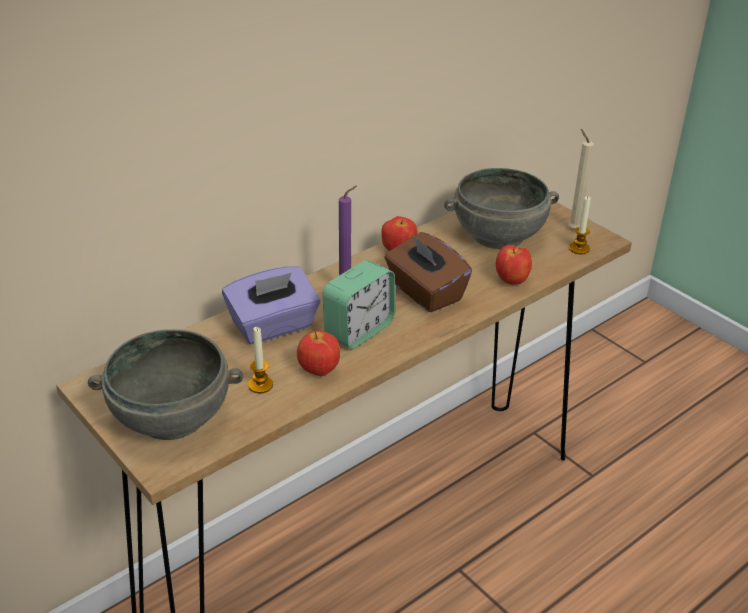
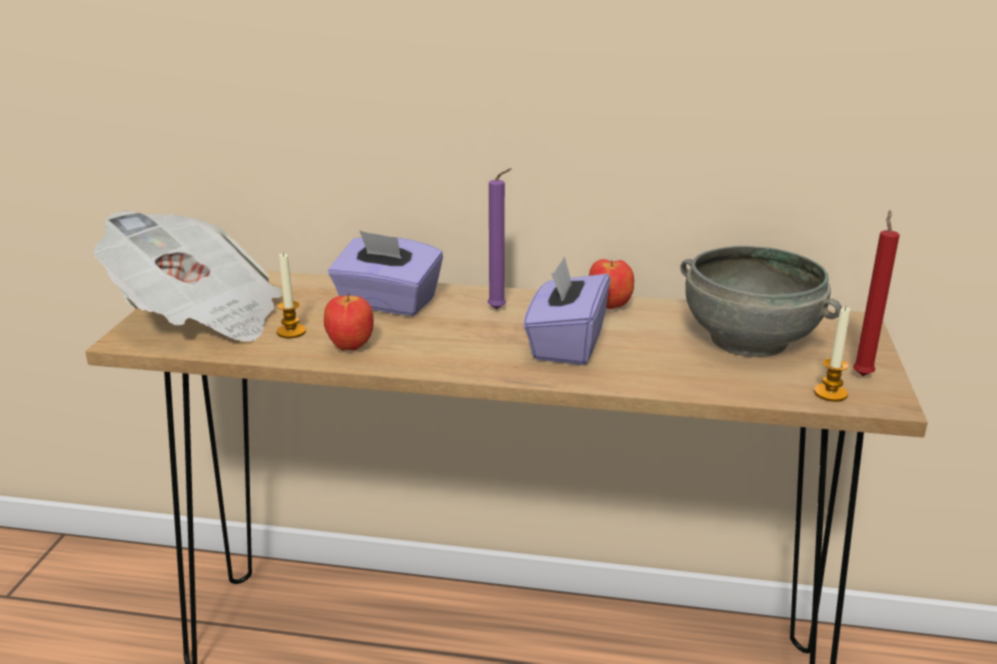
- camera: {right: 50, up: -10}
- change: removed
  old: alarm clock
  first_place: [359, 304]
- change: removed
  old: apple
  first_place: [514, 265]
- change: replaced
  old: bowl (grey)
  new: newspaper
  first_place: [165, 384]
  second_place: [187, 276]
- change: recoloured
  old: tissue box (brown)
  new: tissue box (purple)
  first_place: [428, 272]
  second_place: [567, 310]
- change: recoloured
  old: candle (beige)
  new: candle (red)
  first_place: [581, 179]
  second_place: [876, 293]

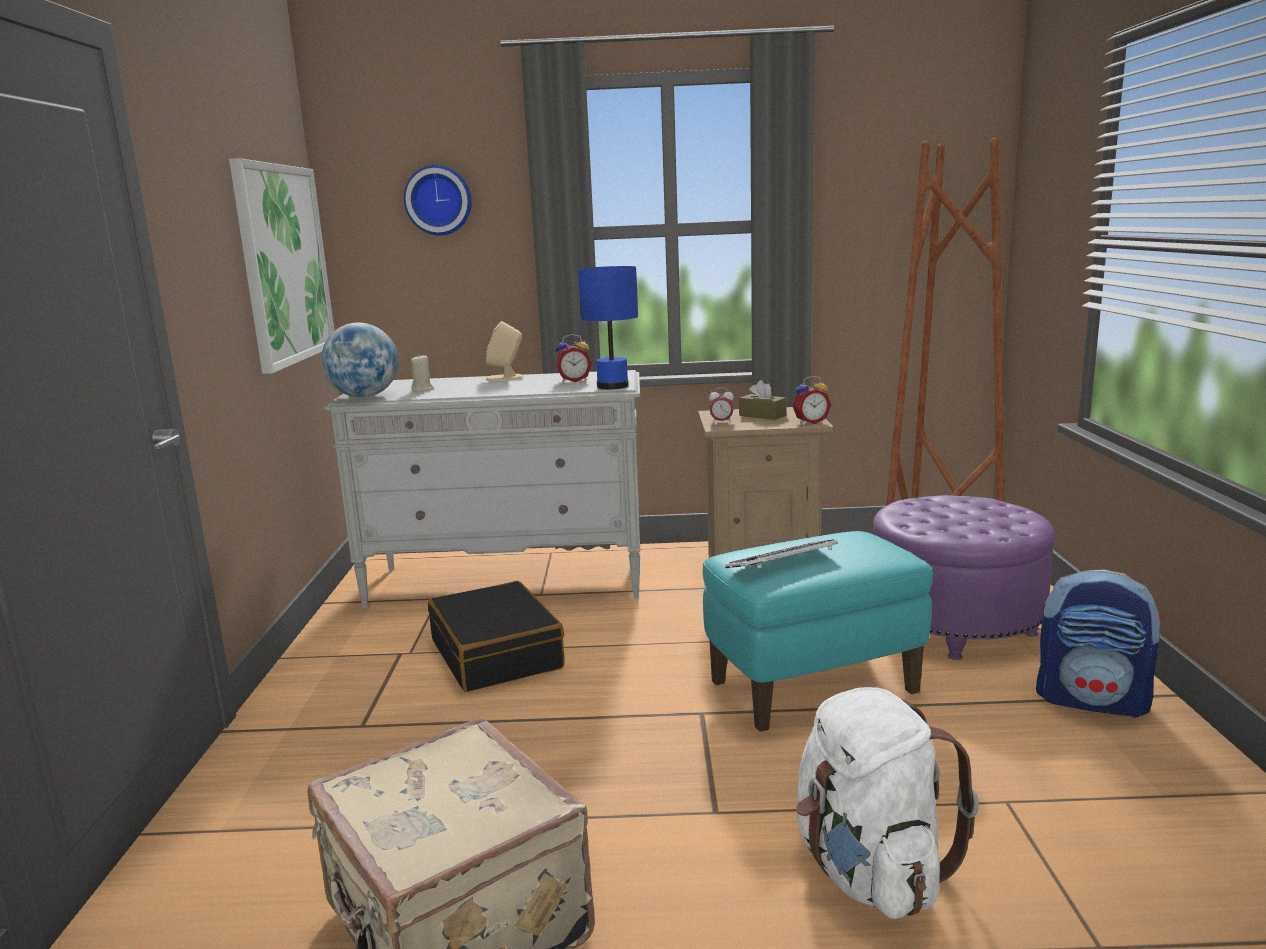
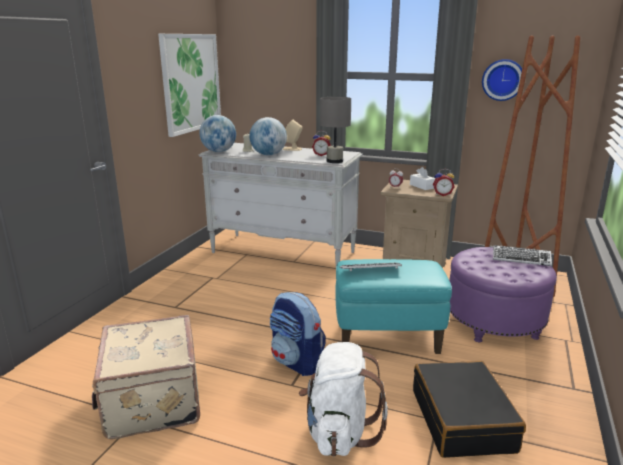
- camera: {right: 20, up: 5}
- change: added
  new: globe
  second_place: [268, 136]
- change: added
  new: keyboard
  second_place: [522, 255]
- change: moved
  old: wall clock
  first_place: [438, 200]
  second_place: [502, 80]
- change: moved
  old: suitcase (black)
  first_place: [496, 636]
  second_place: [469, 409]
- change: moved
  old: backpack
  first_place: [1099, 643]
  second_place: [298, 334]
- change: recoloured
  old: table lamp (blue)
  new: table lamp (grey)
  first_place: [608, 327]
  second_place: [335, 130]
- change: recoloured
  old: tissue box (brown)
  new: tissue box (white)
  first_place: [763, 400]
  second_place: [423, 178]

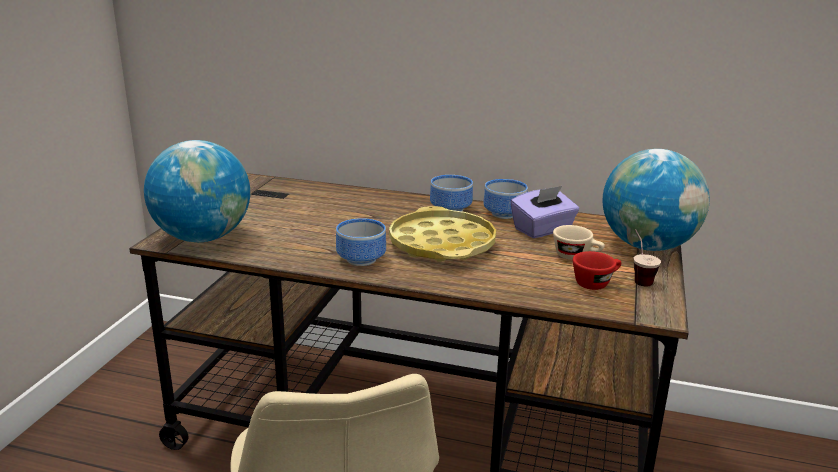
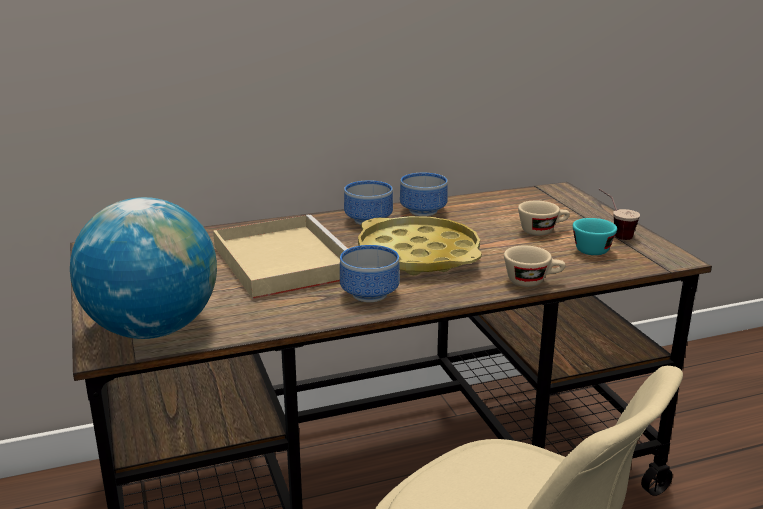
- camera: {right: -35, up: 0}
- change: removed
  old: tissue box (purple)
  first_place: [544, 212]
- change: removed
  old: globe
  first_place: [656, 200]
- change: added
  new: tray (beige)
  second_place: [280, 257]
- change: added
  new: cup (beige)
  second_place: [534, 266]
- change: recoloured
  old: cup (red)
  new: cup (turquoise)
  first_place: [597, 270]
  second_place: [595, 236]

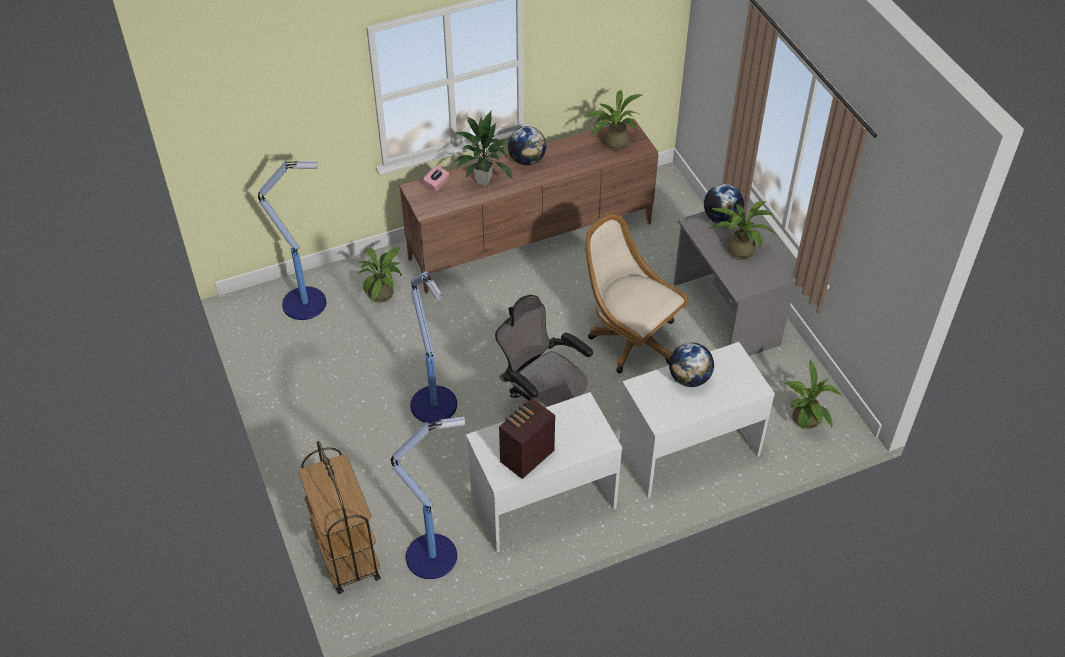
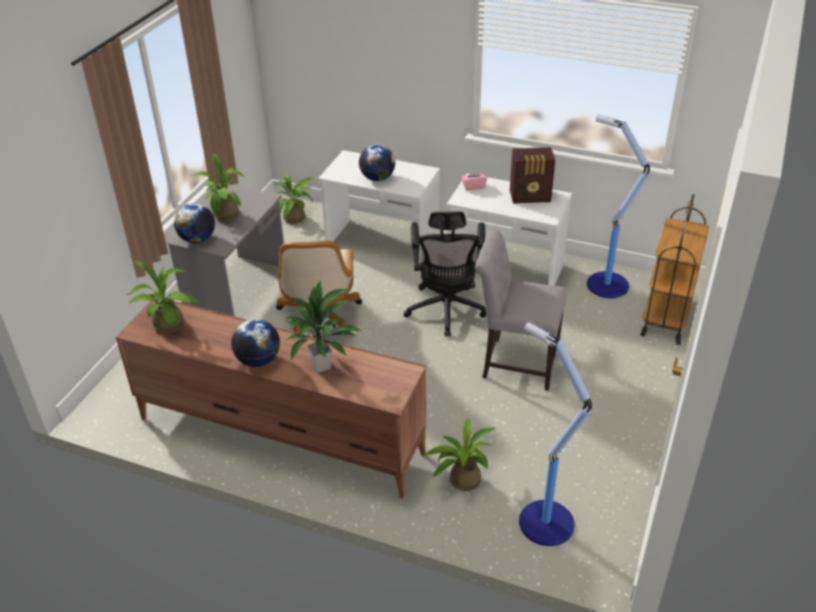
- camera: {right: -135, up: -10}
- change: moved
  old: tissue box (pink)
  first_place: [436, 178]
  second_place: [474, 179]
- change: replaced
  old: floor lamp
  new: chair (grey)
  first_place: [433, 347]
  second_place: [521, 310]

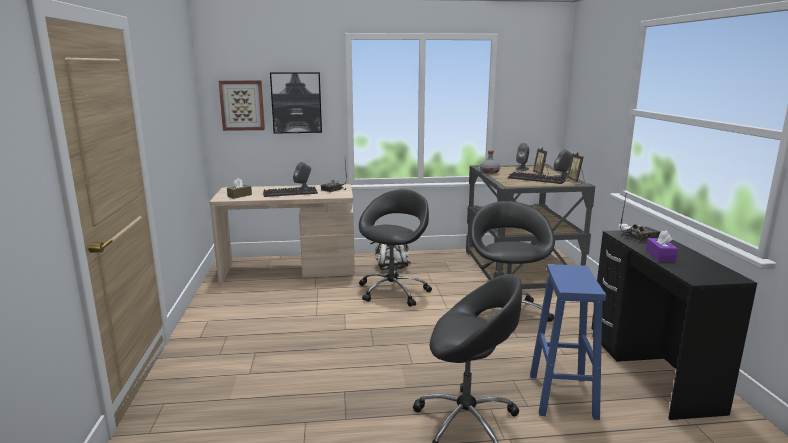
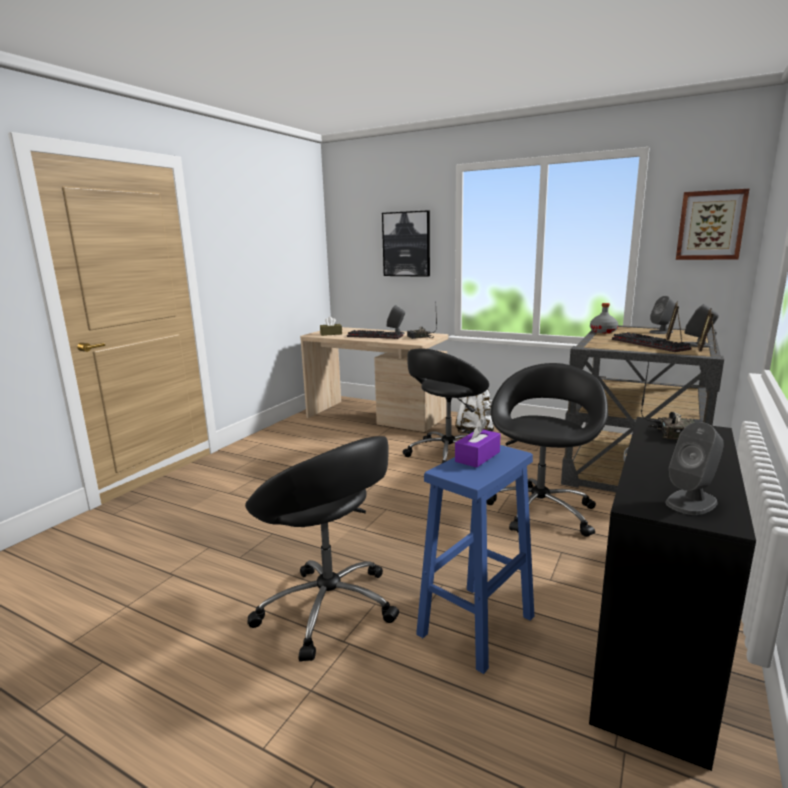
- camera: {right: 35, up: 0}
- change: added
  new: speaker (grey)
  second_place: [695, 468]
- change: moved
  old: picture
  first_place: [242, 105]
  second_place: [712, 224]
- change: moved
  old: tissue box (purple)
  first_place: [662, 246]
  second_place: [478, 443]
- change: turned
  old: office chair (black)
  first_place: [395, 248]
  second_place: [446, 406]
  degrees: 150

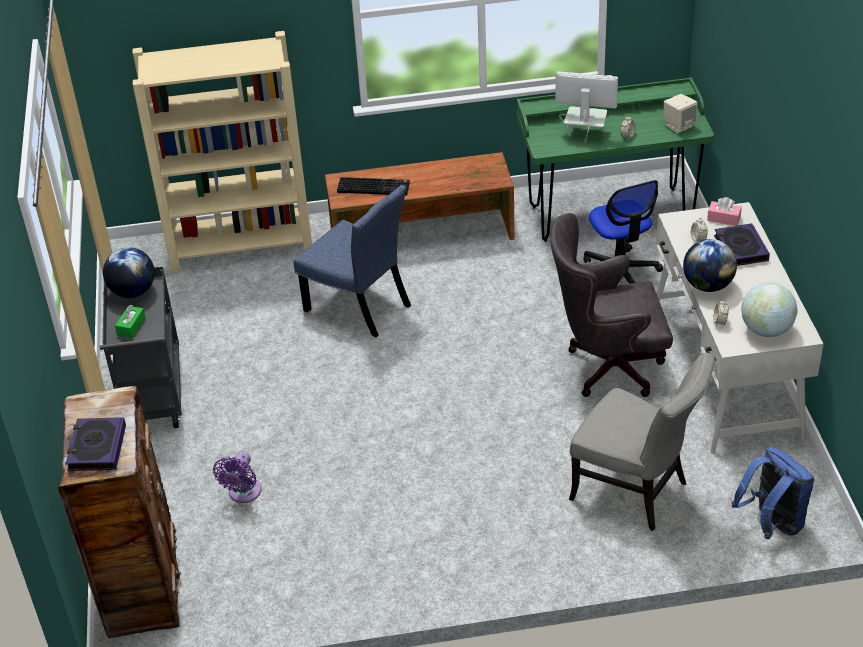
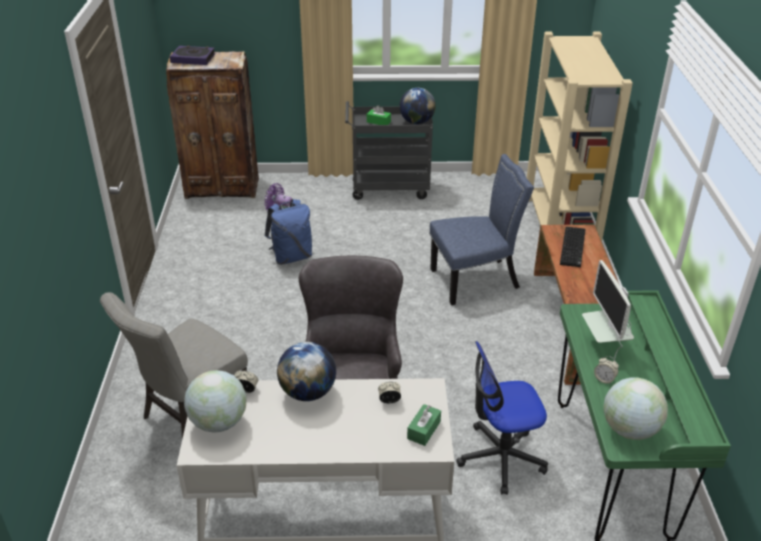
- camera: {right: 95, up: -5}
- change: removed
  old: book
  first_place: [742, 244]
- change: moved
  old: backpack (blue)
  first_place: [773, 493]
  second_place: [288, 232]
- change: replaced
  old: speaker (beige)
  new: globe
  first_place: [680, 114]
  second_place: [635, 408]
- change: recoloured
  old: tissue box (pink)
  new: tissue box (green)
  first_place: [724, 211]
  second_place: [424, 425]
- change: turned
  old: chair (blue)
  first_place: [352, 261]
  second_place: [481, 229]
  degrees: -150
- change: turned
  old: monitor
  first_place: [586, 106]
  second_place: [608, 310]
  degrees: 150

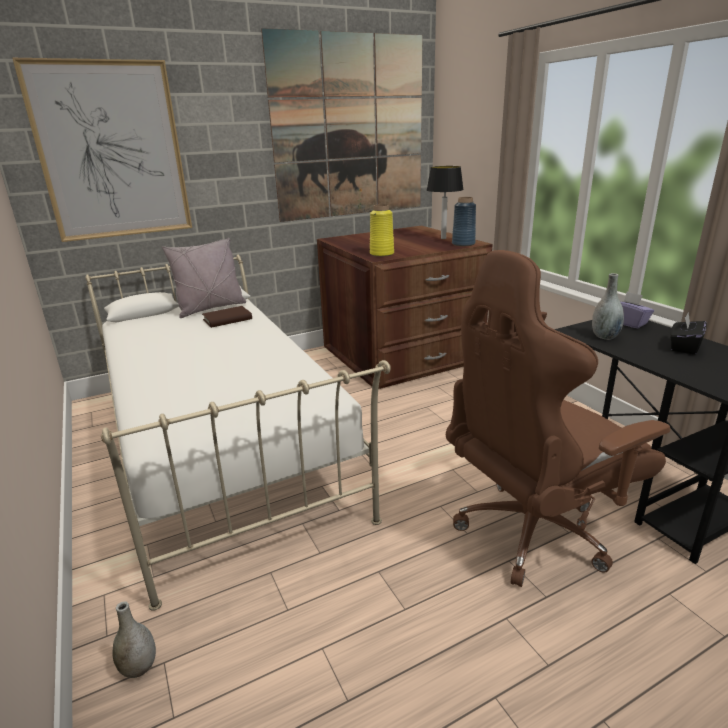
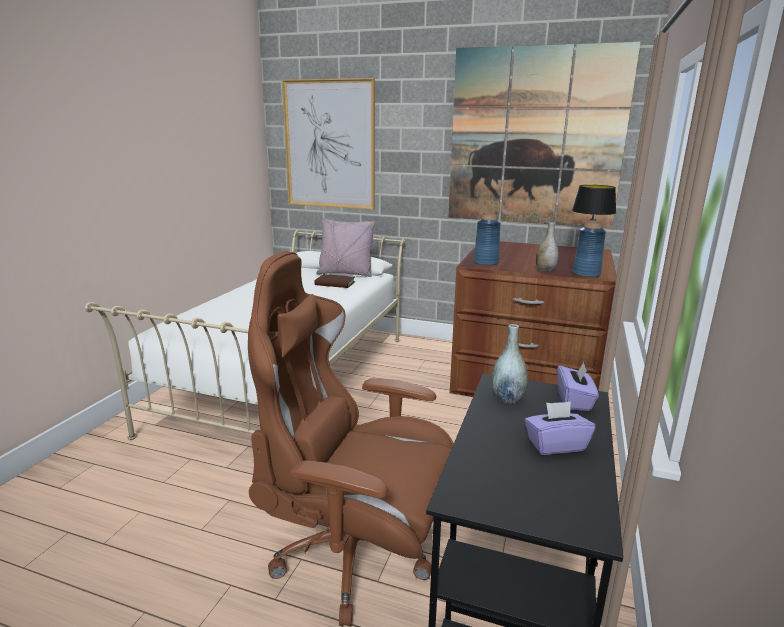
- camera: {right: 45, up: -5}
- change: moved
  old: vase (grey)
  first_place: [134, 639]
  second_place: [547, 247]
- change: recoloured
  old: vase (yellow)
  new: vase (blue)
  first_place: [382, 230]
  second_place: [487, 239]
- change: recoloured
  old: tissue box (black)
  new: tissue box (purple)
  first_place: [688, 333]
  second_place: [560, 428]

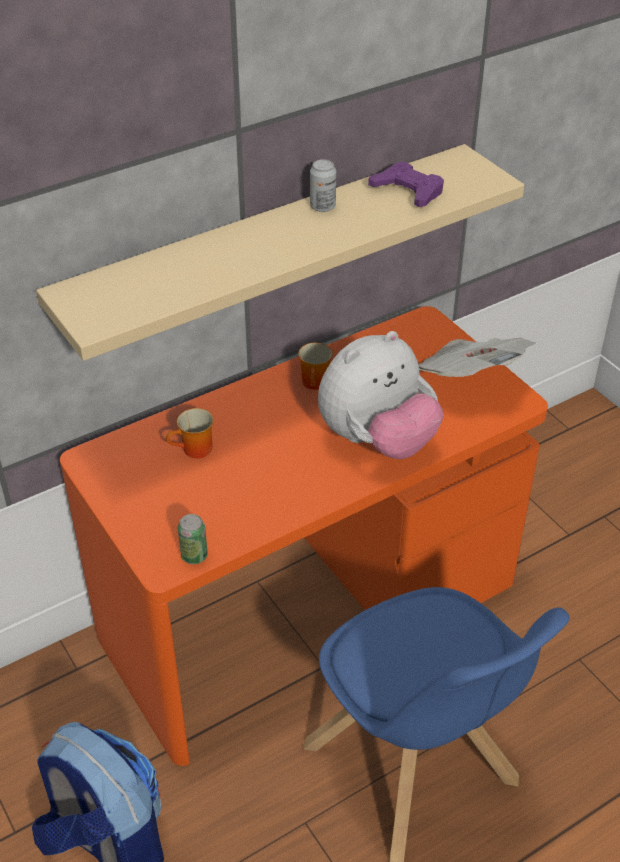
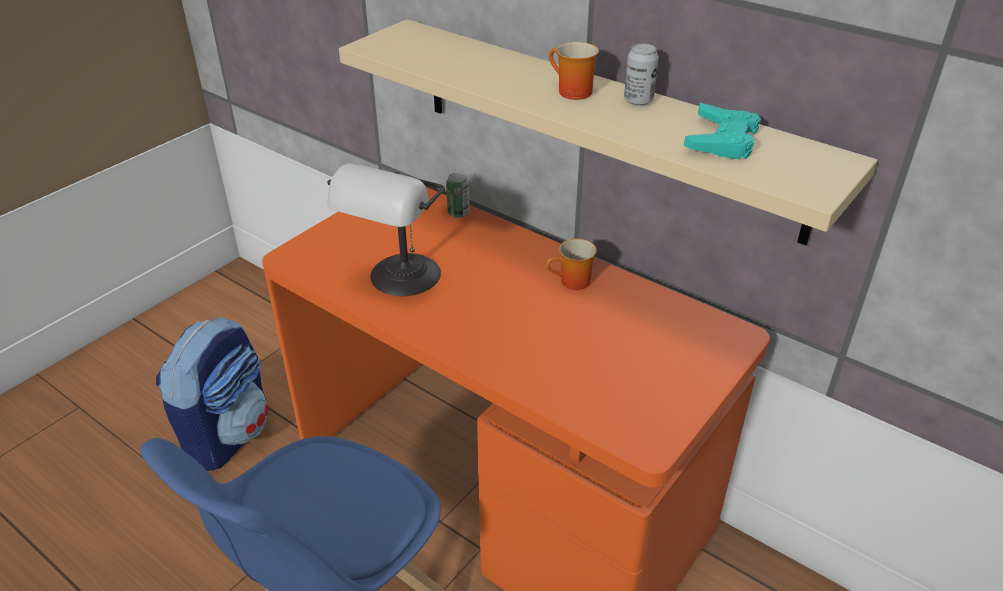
- camera: {right: 70, up: -5}
- change: removed
  old: plush toy
  first_place: [381, 395]
- change: removed
  old: newspaper
  first_place: [477, 357]
- change: added
  new: table lamp
  second_place: [386, 229]
- change: moved
  old: mug
  first_place: [190, 433]
  second_place: [574, 71]
- change: moved
  old: can
  first_place: [193, 539]
  second_place: [458, 195]
- change: recoloured
  old: game controller (purple)
  new: game controller (turquoise)
  first_place: [406, 184]
  second_place: [722, 131]

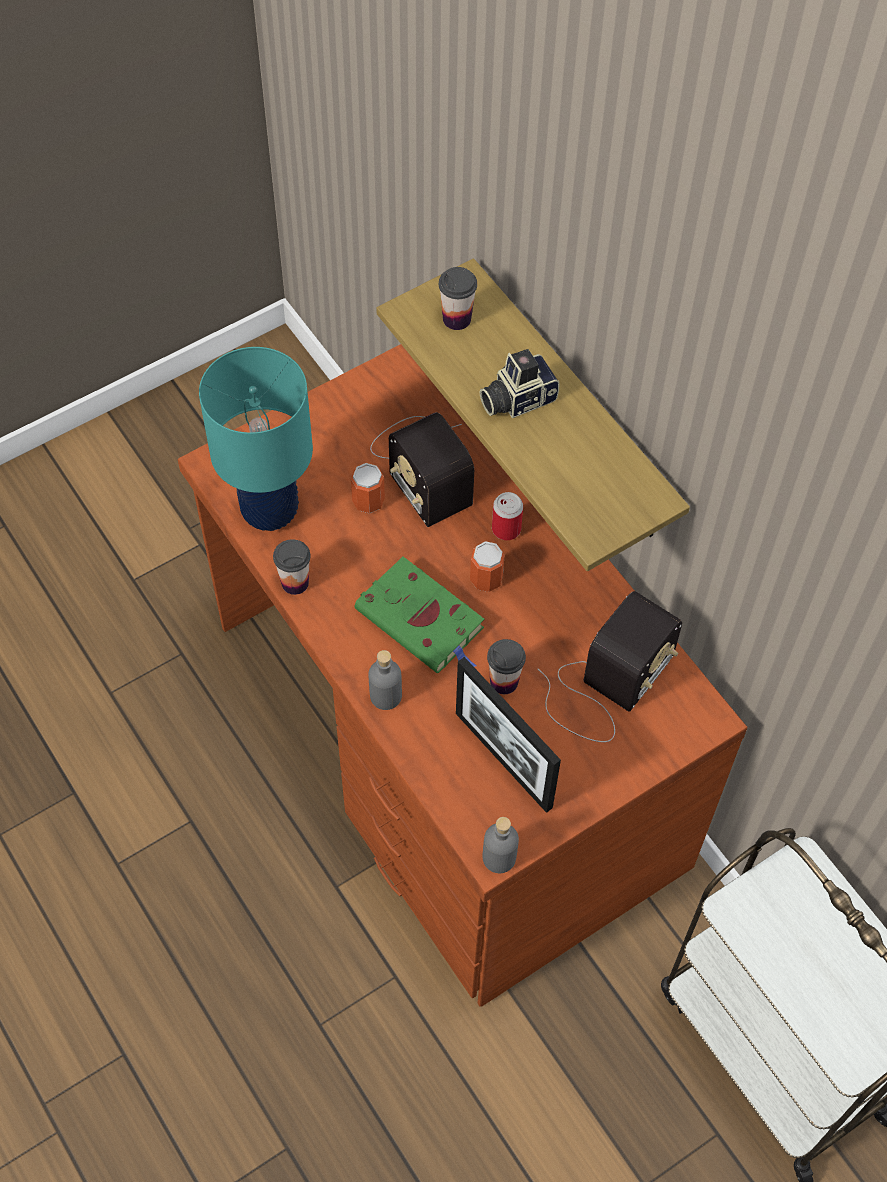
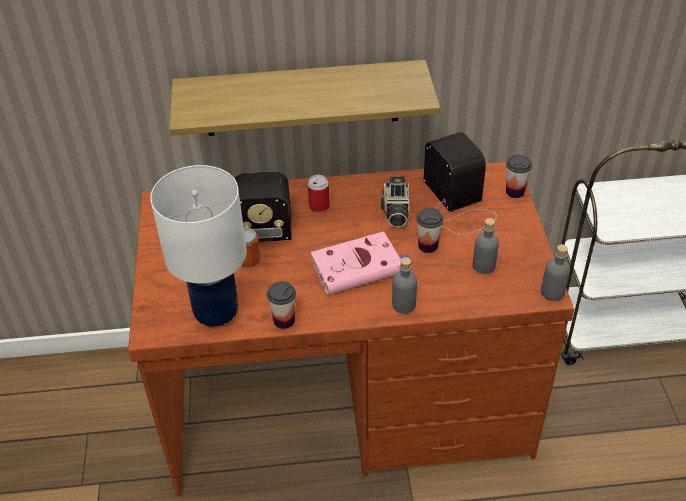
- camera: {right: -60, up: -15}
- change: removed
  old: can
  first_place: [487, 566]
- change: moved
  old: cup
  first_place: [458, 298]
  second_place: [519, 176]
- change: moved
  old: photo camera
  first_place: [520, 383]
  second_place: [395, 202]
- change: replaced
  old: picture frame
  new: bottle (grey)
  first_place: [508, 735]
  second_place: [486, 246]
- change: recoloured
  old: table lamp (turquoise)
  new: table lamp (white)
  first_place: [256, 439]
  second_place: [198, 246]
- change: recoloured
  old: book (green)
  new: book (pink)
  first_place: [419, 615]
  second_place: [361, 263]

